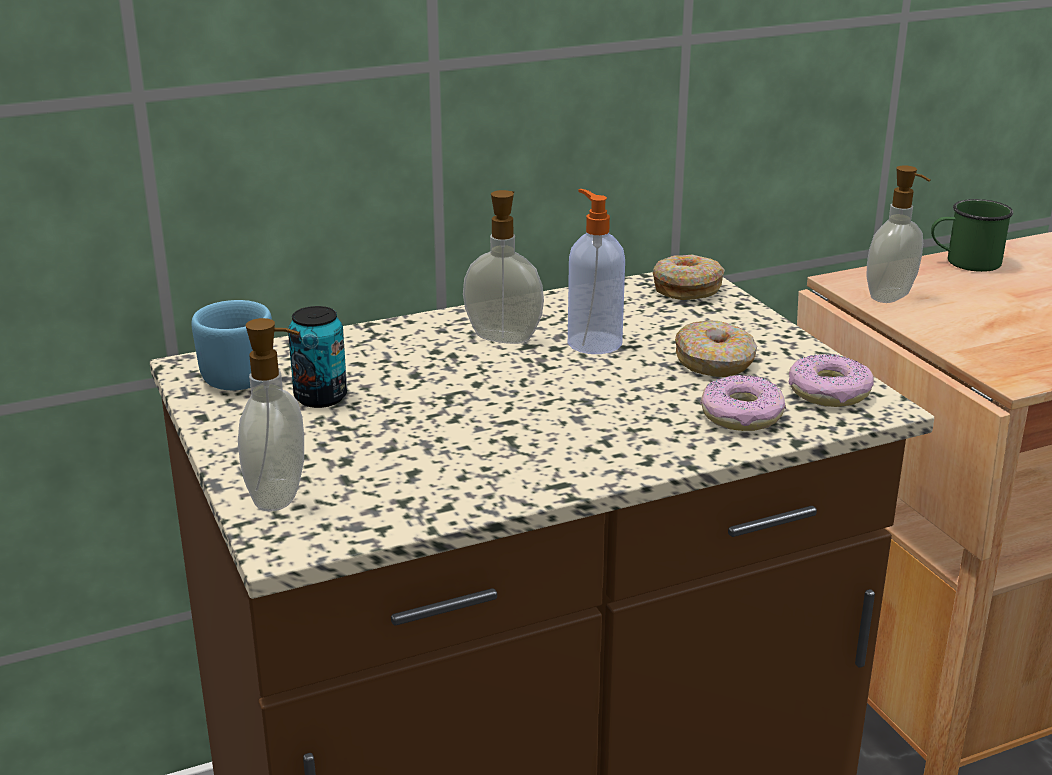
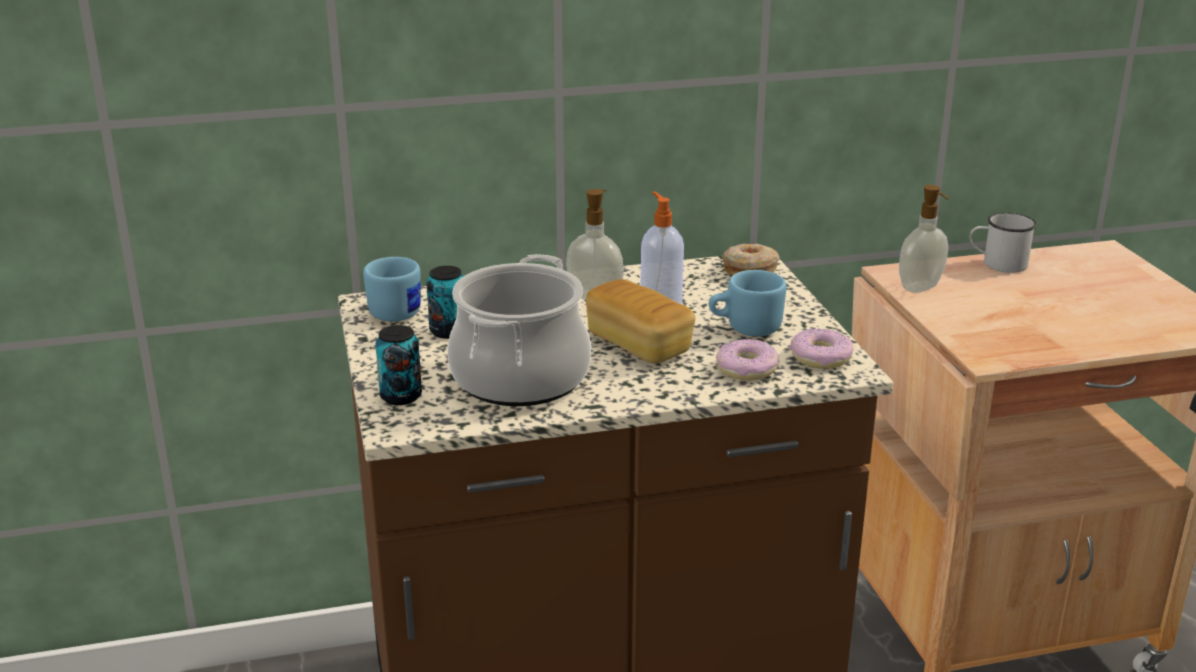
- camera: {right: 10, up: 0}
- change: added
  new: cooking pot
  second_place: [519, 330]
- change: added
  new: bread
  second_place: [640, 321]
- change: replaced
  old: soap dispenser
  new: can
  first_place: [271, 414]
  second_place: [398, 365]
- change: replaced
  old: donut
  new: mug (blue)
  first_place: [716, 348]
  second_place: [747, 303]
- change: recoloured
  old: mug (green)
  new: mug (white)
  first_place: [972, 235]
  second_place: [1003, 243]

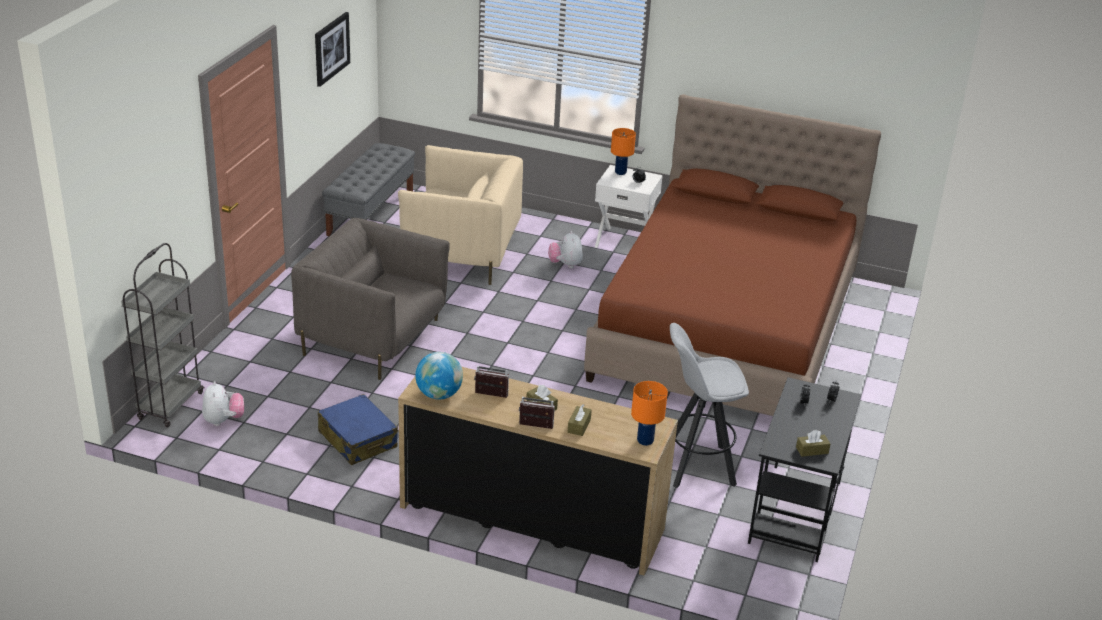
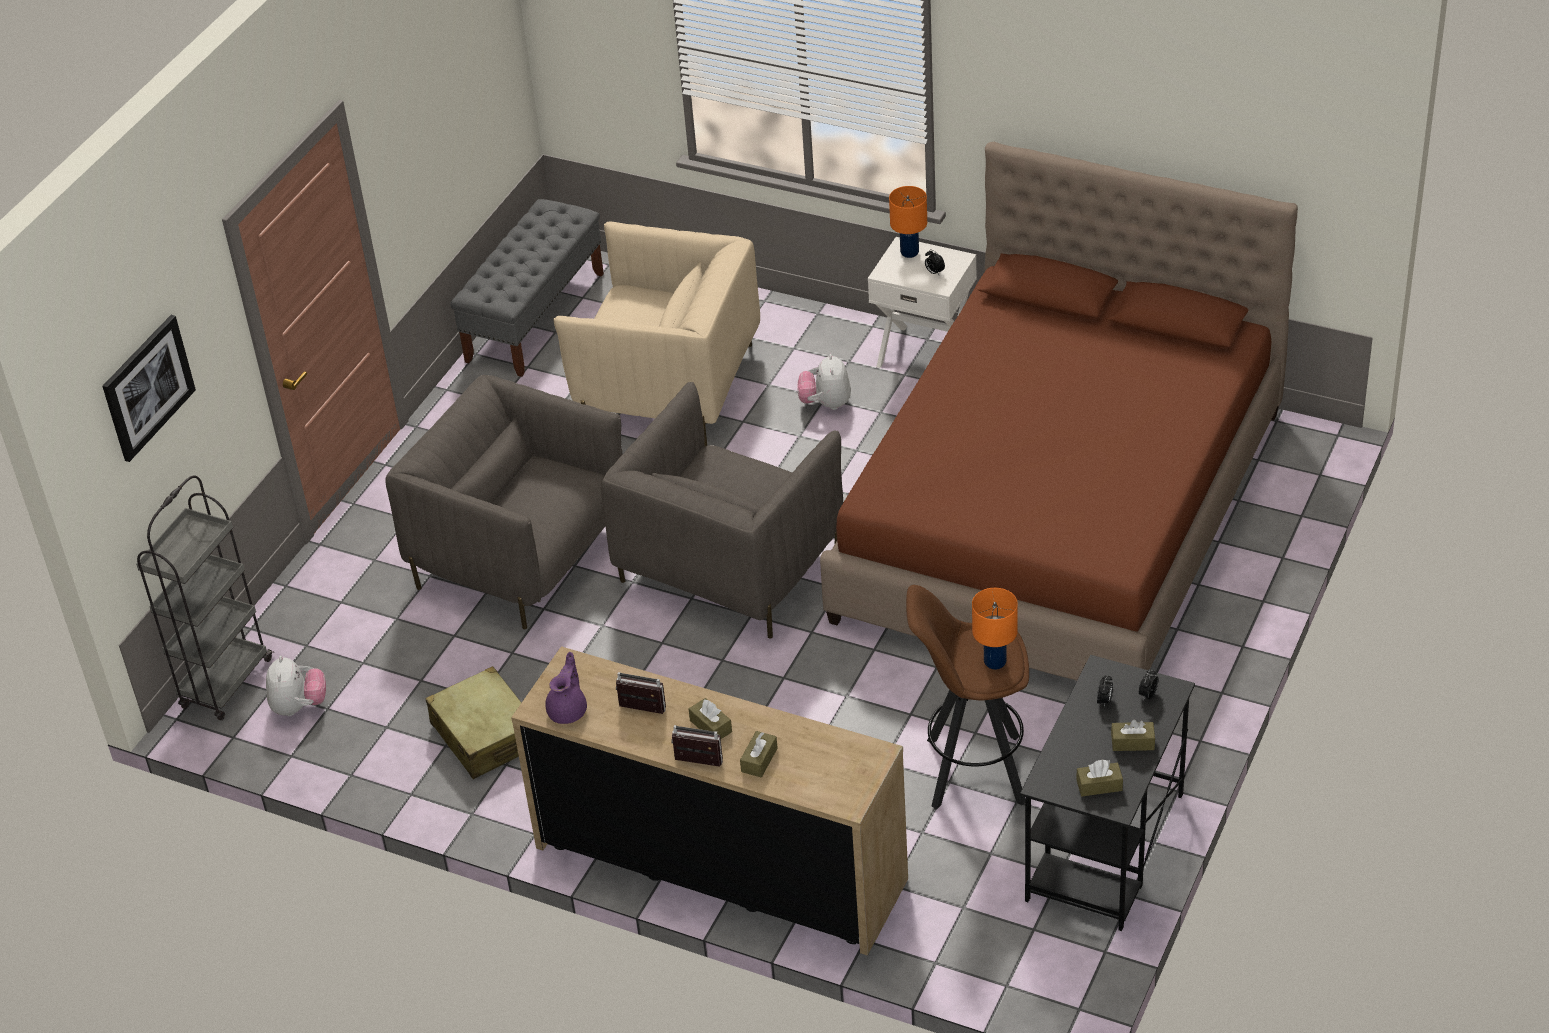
- camera: {right: 10, up: 10}
- change: added
  new: armchair (grey)
  second_place: [722, 510]
- change: added
  new: tissue box (brown)
  second_place: [1133, 735]
- change: moved
  old: picture
  first_place: [332, 49]
  second_place: [149, 388]
- change: moved
  old: table lamp (orange)
  first_place: [649, 413]
  second_place: [995, 629]
- change: replaced
  old: globe
  new: teapot (purple)
  first_place: [439, 376]
  second_place: [566, 688]
- change: recoloured
  old: suitcase (blue)
  new: suitcase (beige)
  first_place: [358, 429]
  second_place: [473, 722]
- change: recoloured
  old: stool (grey)
  new: stool (brown)
  first_place: [709, 405]
  second_place: [967, 697]

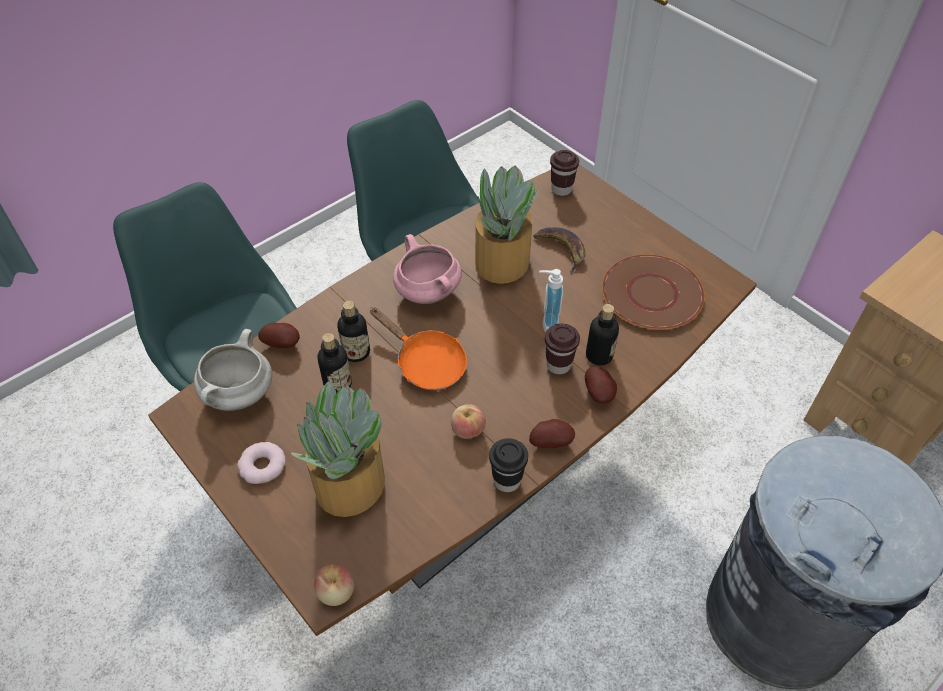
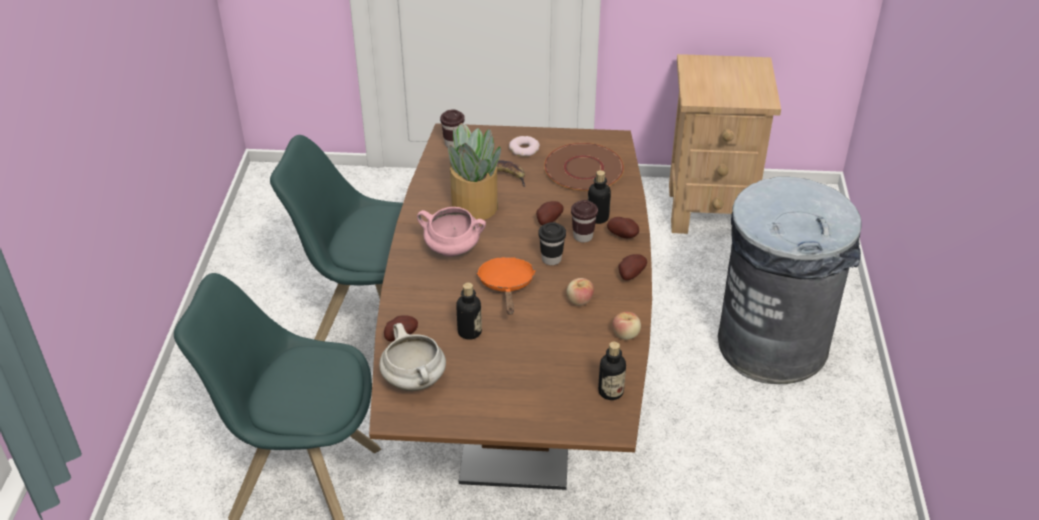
- camera: {right: -45, up: -10}
- change: removed
  old: potted plant
  first_place: [338, 449]
- change: moved
  old: donut
  first_place: [261, 463]
  second_place: [524, 146]
- change: moved
  old: apple
  first_place: [334, 585]
  second_place: [626, 326]
- change: moved
  old: bottle
  first_place: [353, 331]
  second_place: [612, 370]
- change: moved
  old: cup (black)
  first_place: [508, 465]
  second_place: [552, 243]
- change: replaced
  old: soap dispenser
  new: potato
  first_place: [551, 301]
  second_place: [550, 213]
- change: turned
  old: frying pan (orange)
  first_place: [418, 348]
  second_place: [506, 286]
  degrees: -90

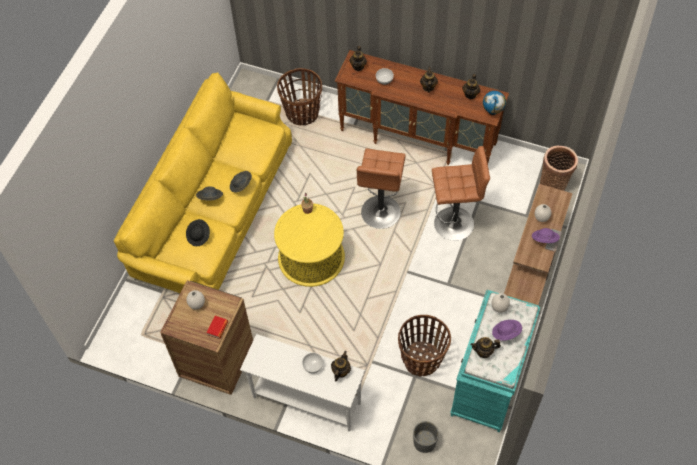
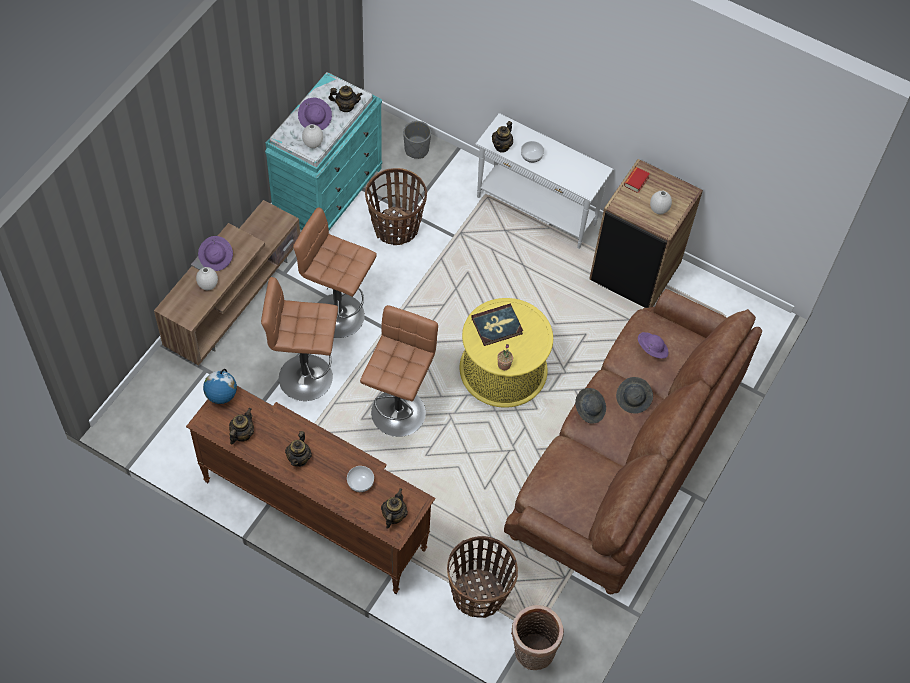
- camera: {right: -175, up: 0}
- change: added
  new: stool (brown)
  second_place: [335, 272]
- change: added
  new: book
  second_place: [497, 325]
- change: moved
  old: basket
  first_place: [559, 168]
  second_place: [537, 637]
- change: recoloured
  old: sofa (yellow)
  new: sofa (brown)
  first_place: [203, 182]
  second_place: [633, 441]
- change: recoloured
  old: hat (black)
  new: hat (purple)
  first_place: [198, 232]
  second_place: [653, 345]

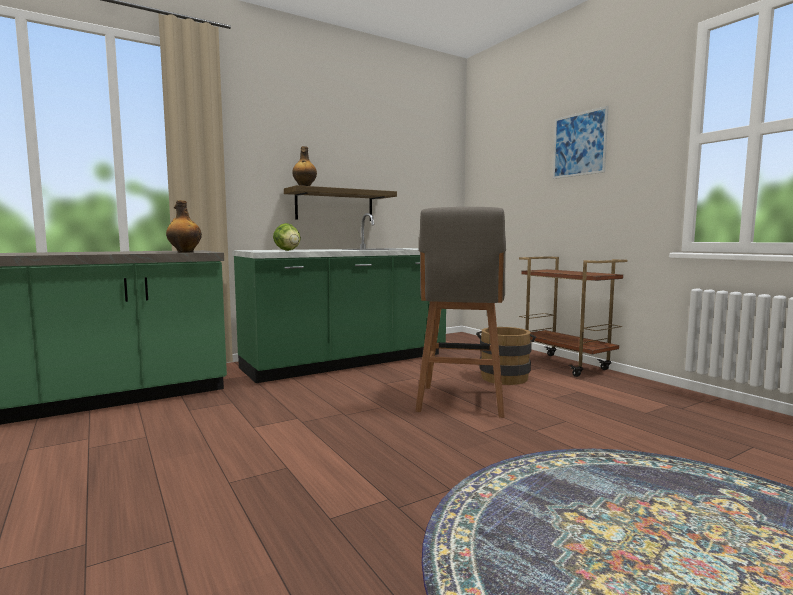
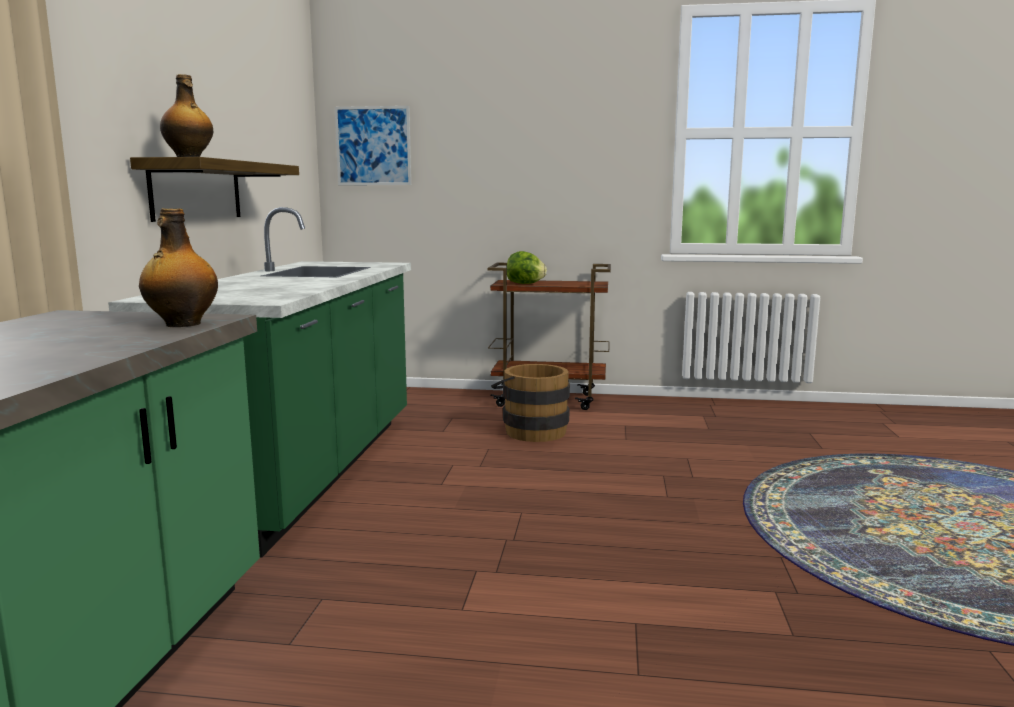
- camera: {right: -50, up: 5}
- change: removed
  old: stool (grey)
  first_place: [460, 312]
- change: moved
  old: lettuce
  first_place: [287, 237]
  second_place: [526, 267]
- change: moved
  old: picture
  first_place: [581, 142]
  second_place: [373, 145]

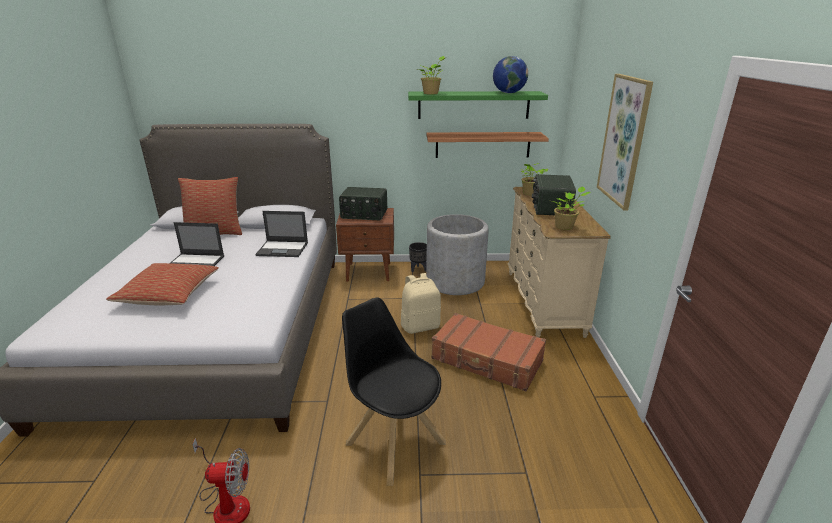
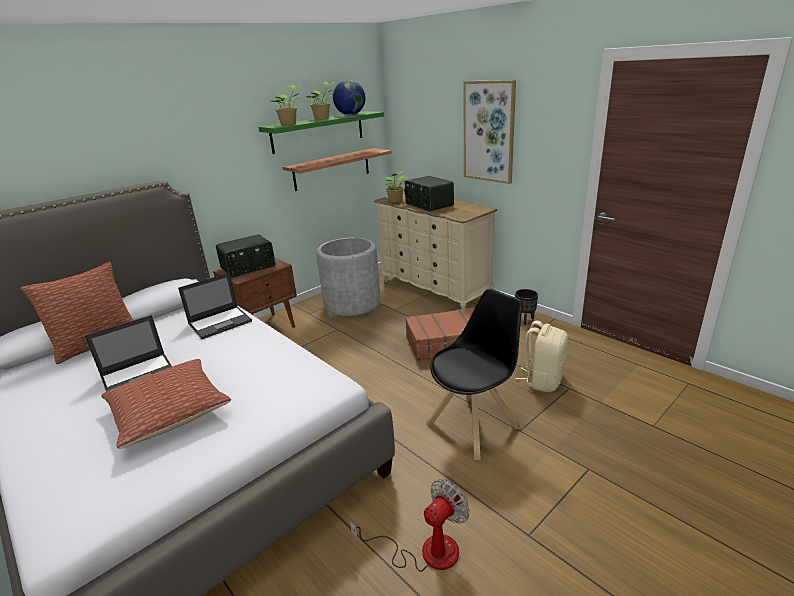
- camera: {right: -40, up: 0}
- change: moved
  old: backpack (beige)
  first_place: [421, 303]
  second_place: [541, 356]
- change: moved
  old: planter (black)
  first_place: [418, 257]
  second_place: [526, 307]
- change: moved
  old: potted plant
  first_place: [571, 208]
  second_place: [320, 101]
- change: turned
  old: chair (black)
  first_place: [394, 392]
  second_place: [474, 374]
  degrees: 135

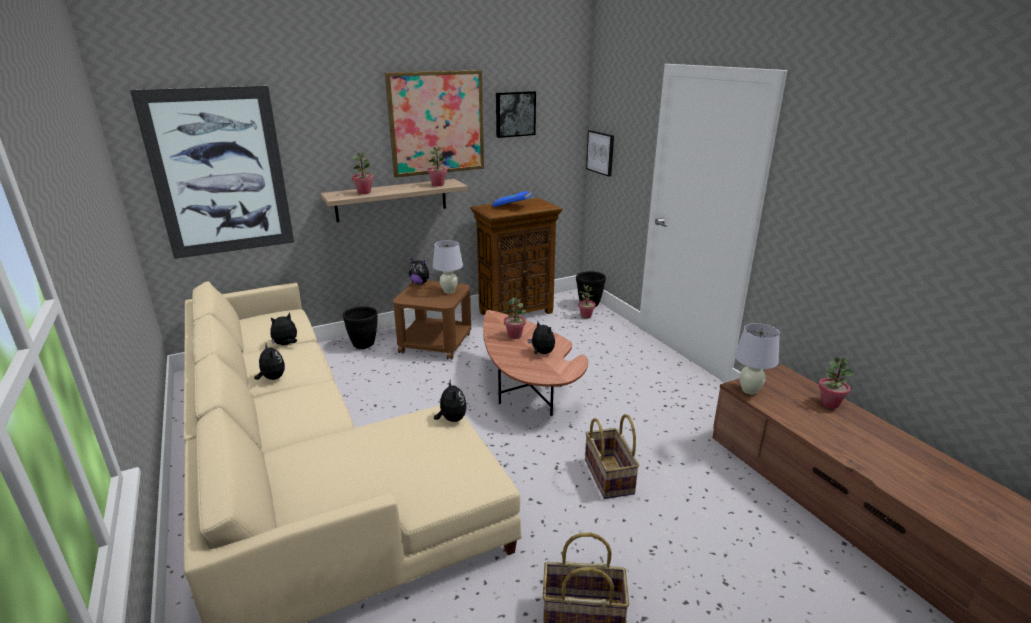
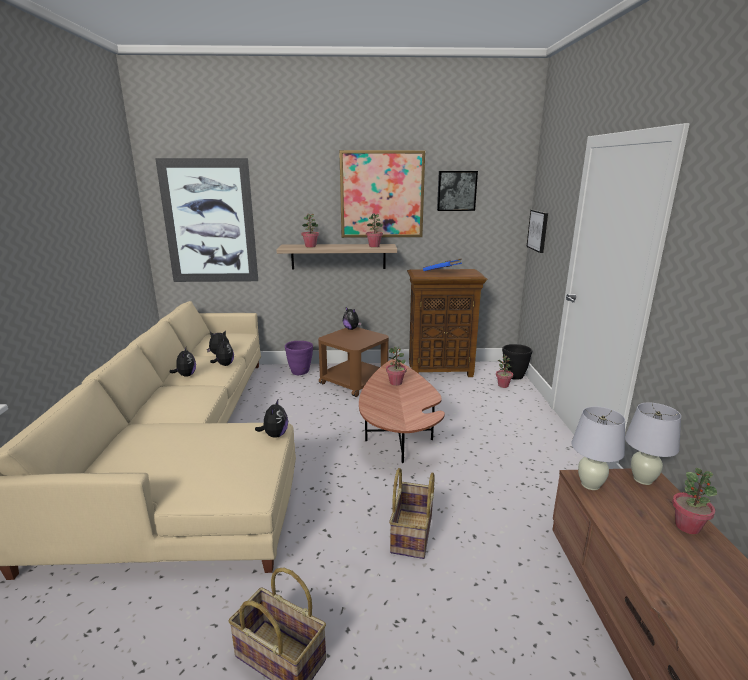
- camera: {right: 25, up: -5}
- change: moved
  old: table lamp (white)
  first_place: [448, 267]
  second_place: [653, 444]
- change: moved
  old: plush toy
  first_place: [541, 338]
  second_place: [222, 352]
- change: recoloured
  old: planter (black)
  new: planter (purple)
  first_place: [360, 327]
  second_place: [299, 358]

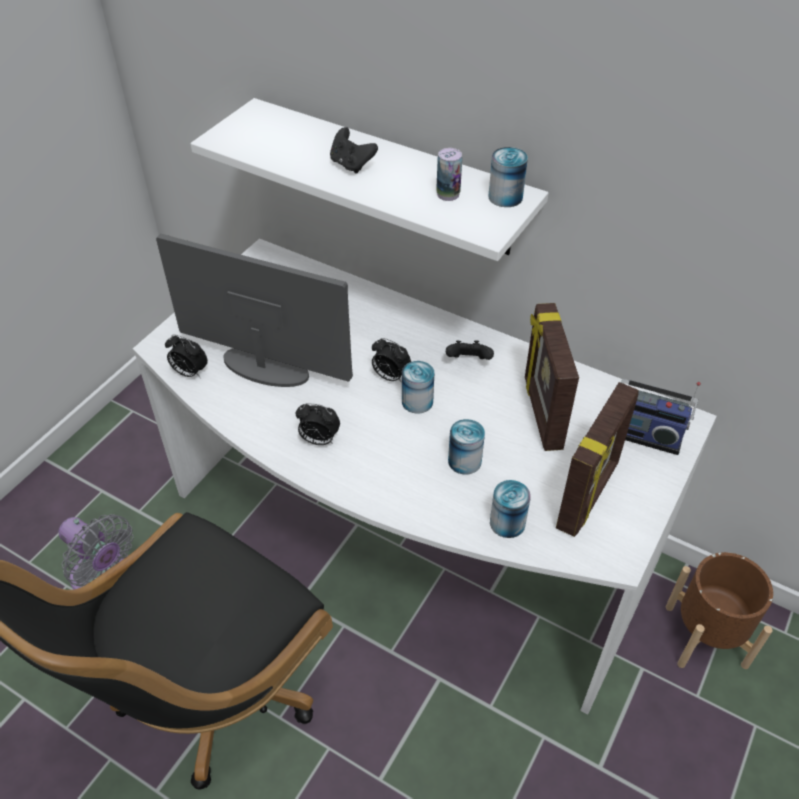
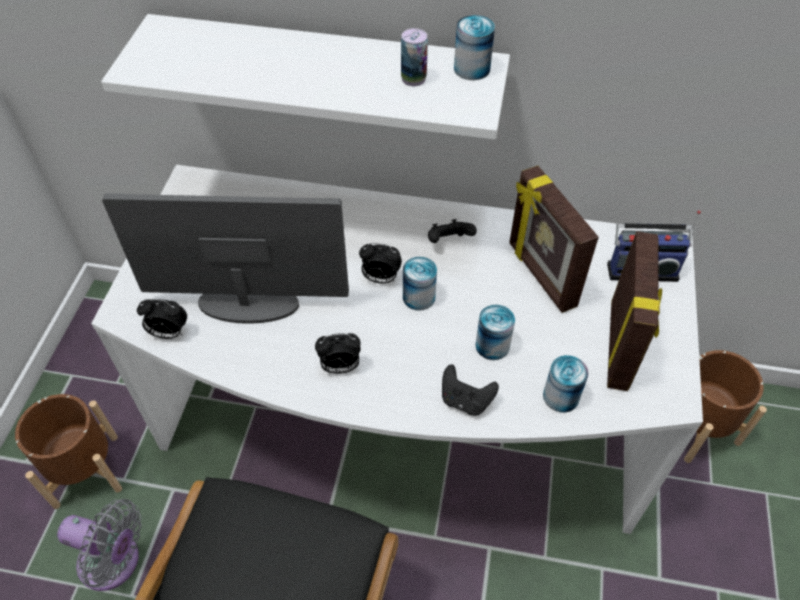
- camera: {right: -20, up: 5}
- change: added
  new: planter (brown)
  second_place: [68, 451]
- change: moved
  old: game controller (black)
  first_place: [354, 150]
  second_place: [470, 390]

